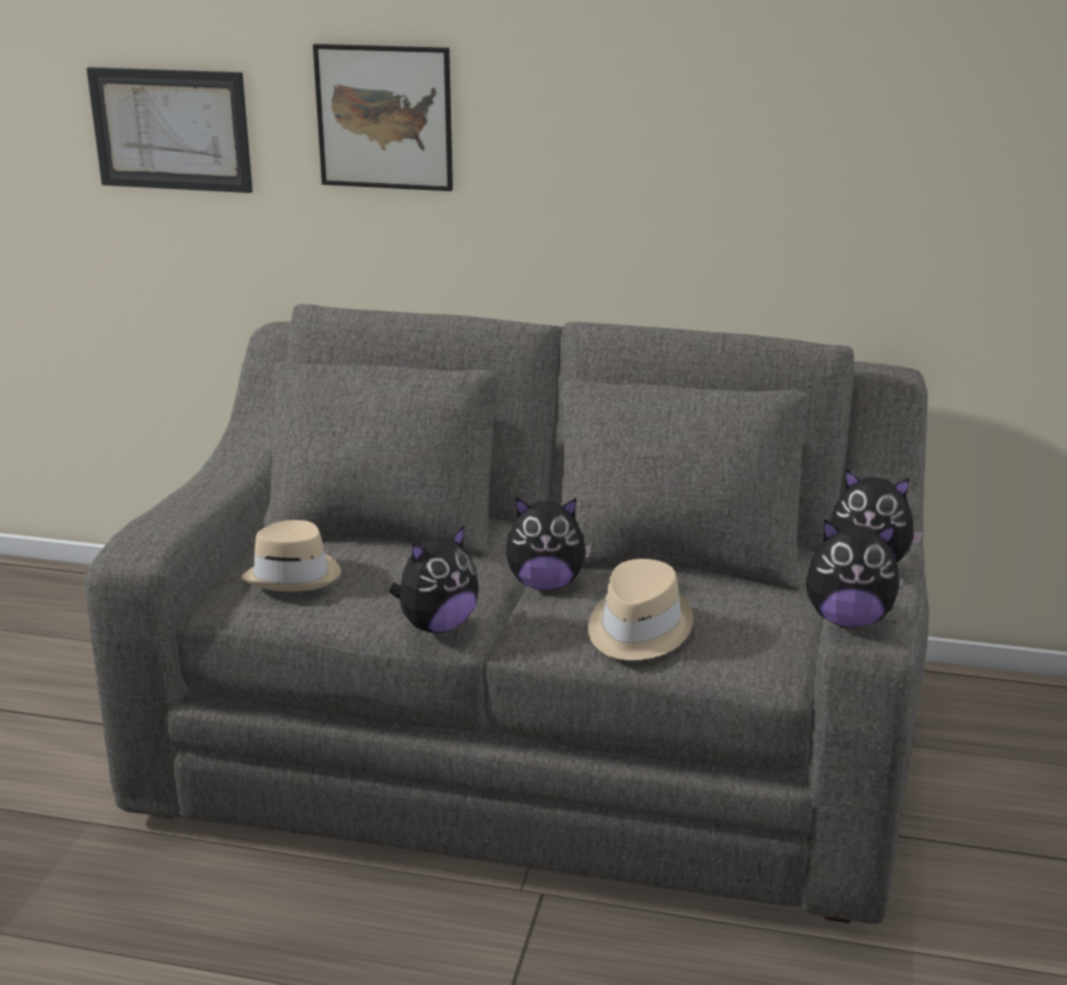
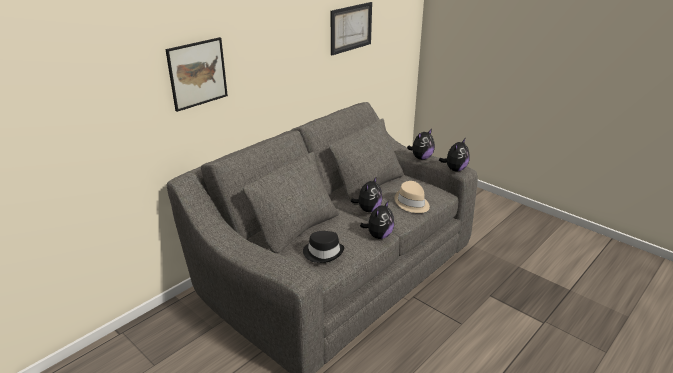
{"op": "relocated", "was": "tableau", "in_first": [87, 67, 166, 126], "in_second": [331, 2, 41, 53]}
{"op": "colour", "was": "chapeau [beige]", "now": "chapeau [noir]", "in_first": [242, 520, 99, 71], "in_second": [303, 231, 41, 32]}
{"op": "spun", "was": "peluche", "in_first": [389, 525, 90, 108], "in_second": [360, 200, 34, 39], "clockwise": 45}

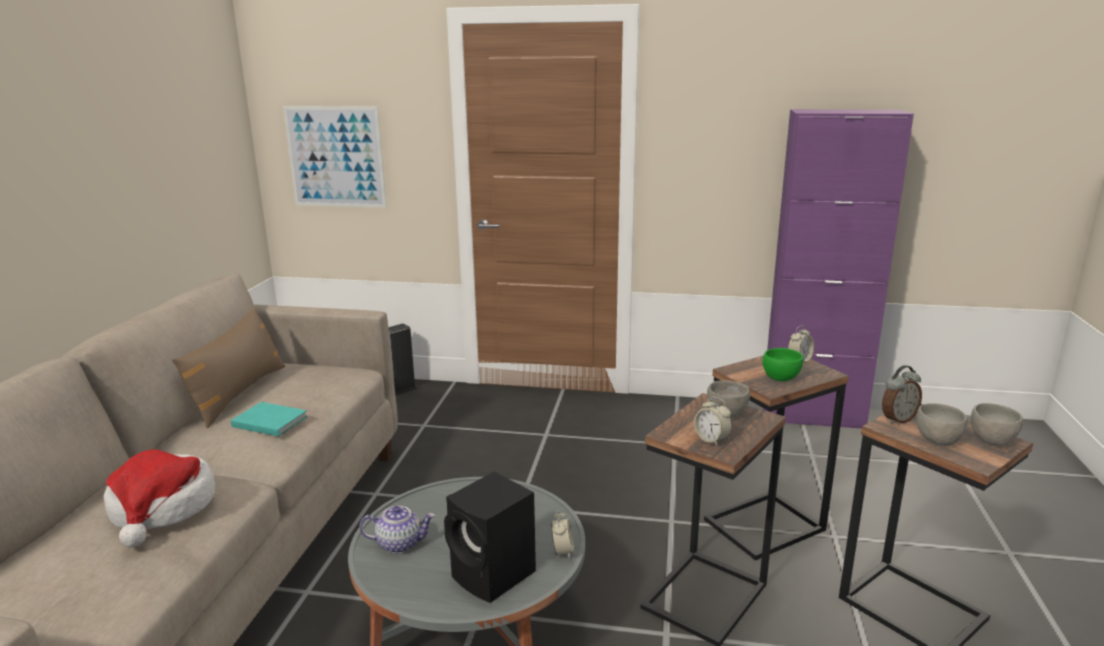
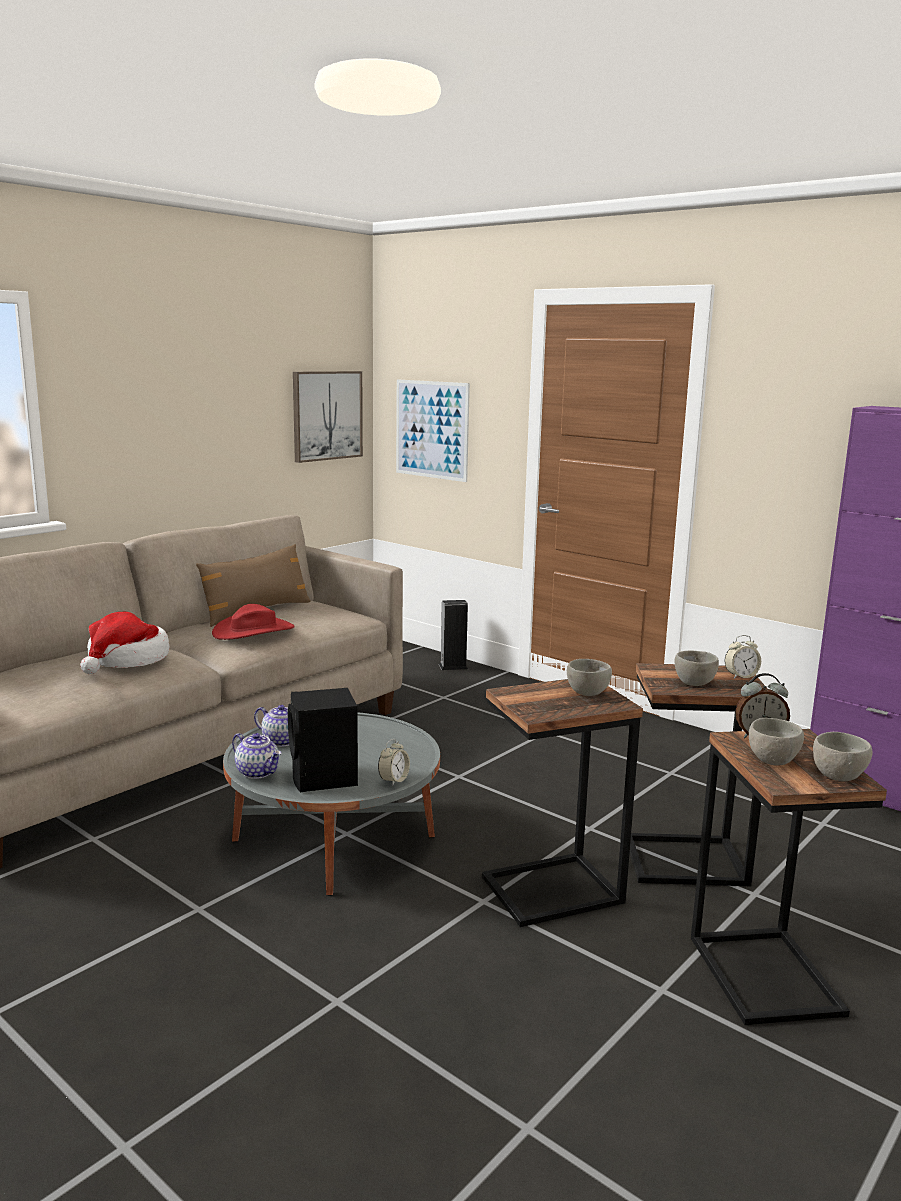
{"op": "missing", "was": "réveil", "in_first": [694, 397, 38, 49]}
{"op": "appeared", "now": "théière", "in_second": [232, 733, 50, 46]}
{"op": "appeared", "now": "tableau", "in_second": [293, 371, 70, 92]}
{"op": "exchanged", "was": "livre [turquoise]", "now": "chapeau [rouge]", "in_first": [231, 402, 77, 35], "in_second": [212, 604, 83, 36]}
{"op": "colour", "was": "bol [vert]", "now": "bol [gris]", "in_first": [762, 348, 41, 33], "in_second": [674, 651, 45, 35]}

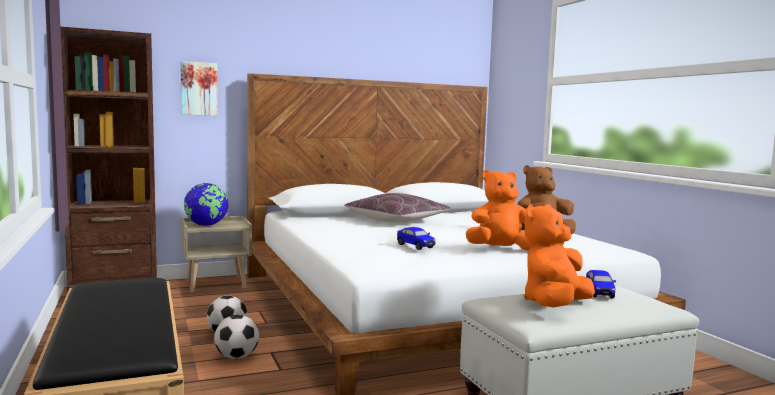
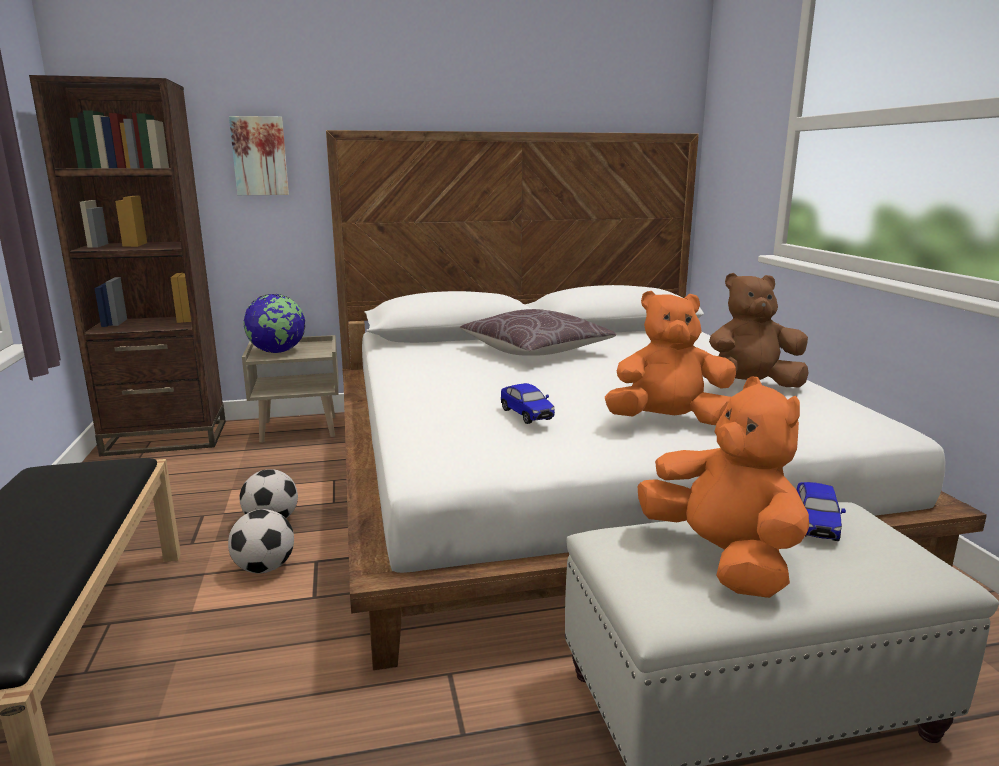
{"op": "spun", "was": "peluche [orange]", "in_first": [524, 204, 71, 103], "in_second": [637, 376, 172, 222], "clockwise": 105}

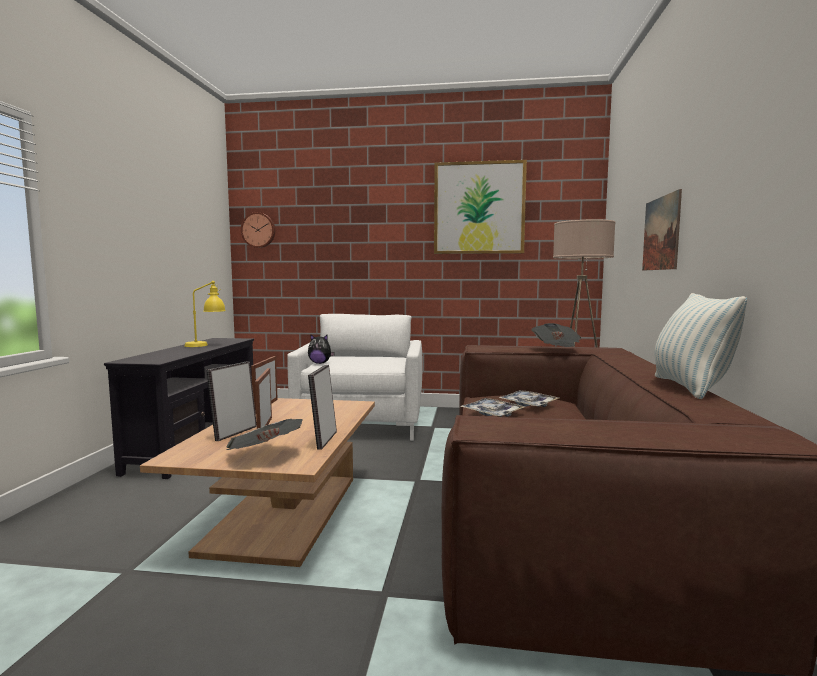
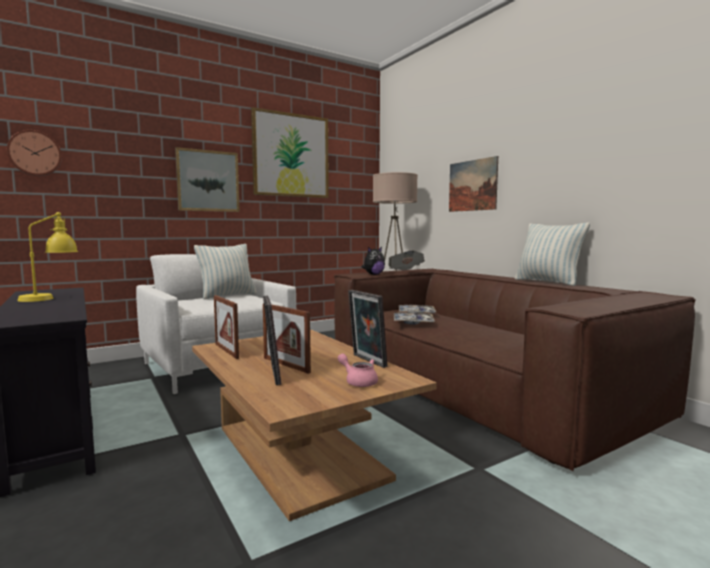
{"op": "appeared", "now": "tableau", "in_second": [175, 147, 65, 65]}
{"op": "appeared", "now": "coussin", "in_second": [194, 244, 63, 55]}
{"op": "relocated", "was": "peluche", "in_first": [308, 334, 27, 30], "in_second": [362, 247, 23, 28]}
{"op": "exchanged", "was": "journal", "now": "théière [rose]", "in_first": [226, 419, 77, 31], "in_second": [338, 354, 40, 33]}

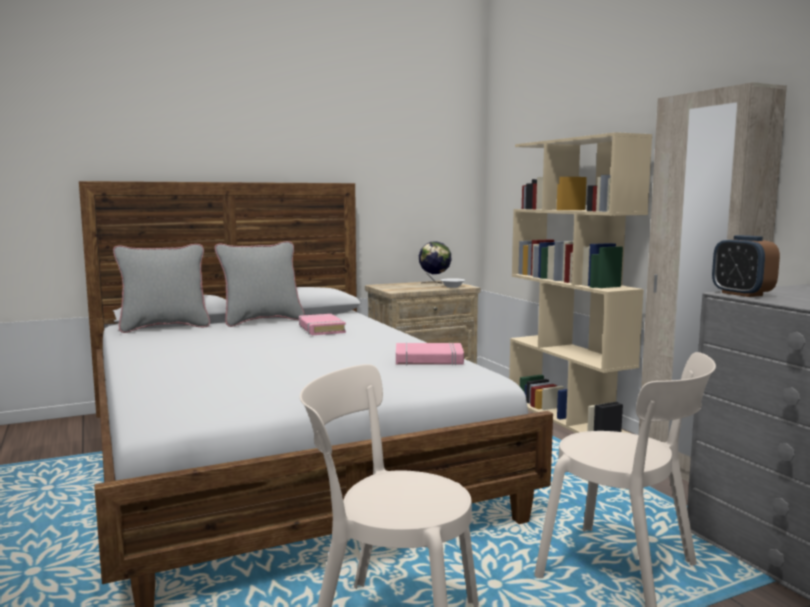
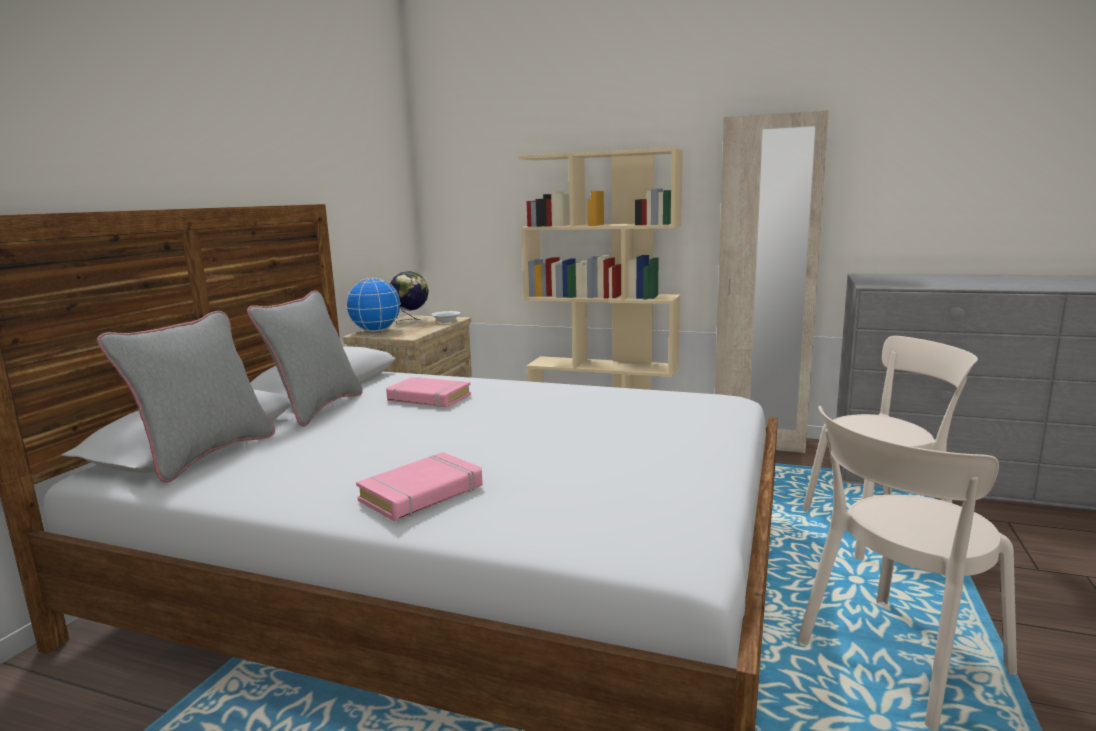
{"op": "missing", "was": "réveil", "in_first": [712, 235, 68, 62]}
{"op": "appeared", "now": "globe", "in_second": [346, 278, 55, 54]}
{"op": "relocated", "was": "livre [rose]", "in_first": [396, 343, 68, 23], "in_second": [356, 452, 127, 69]}

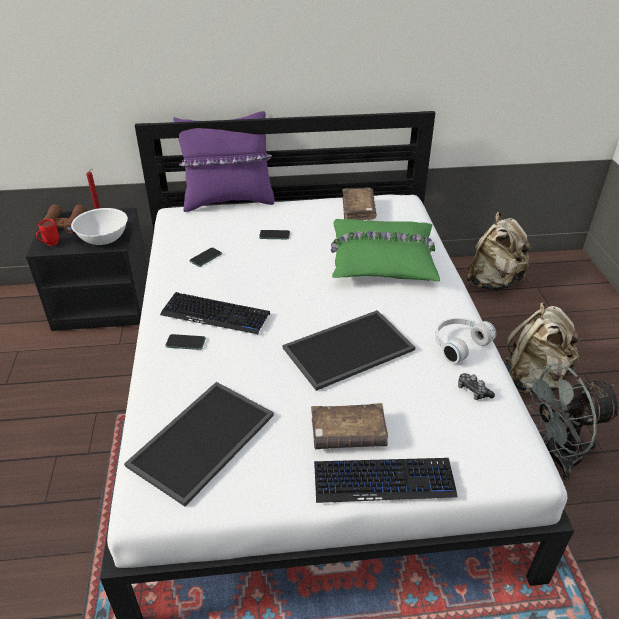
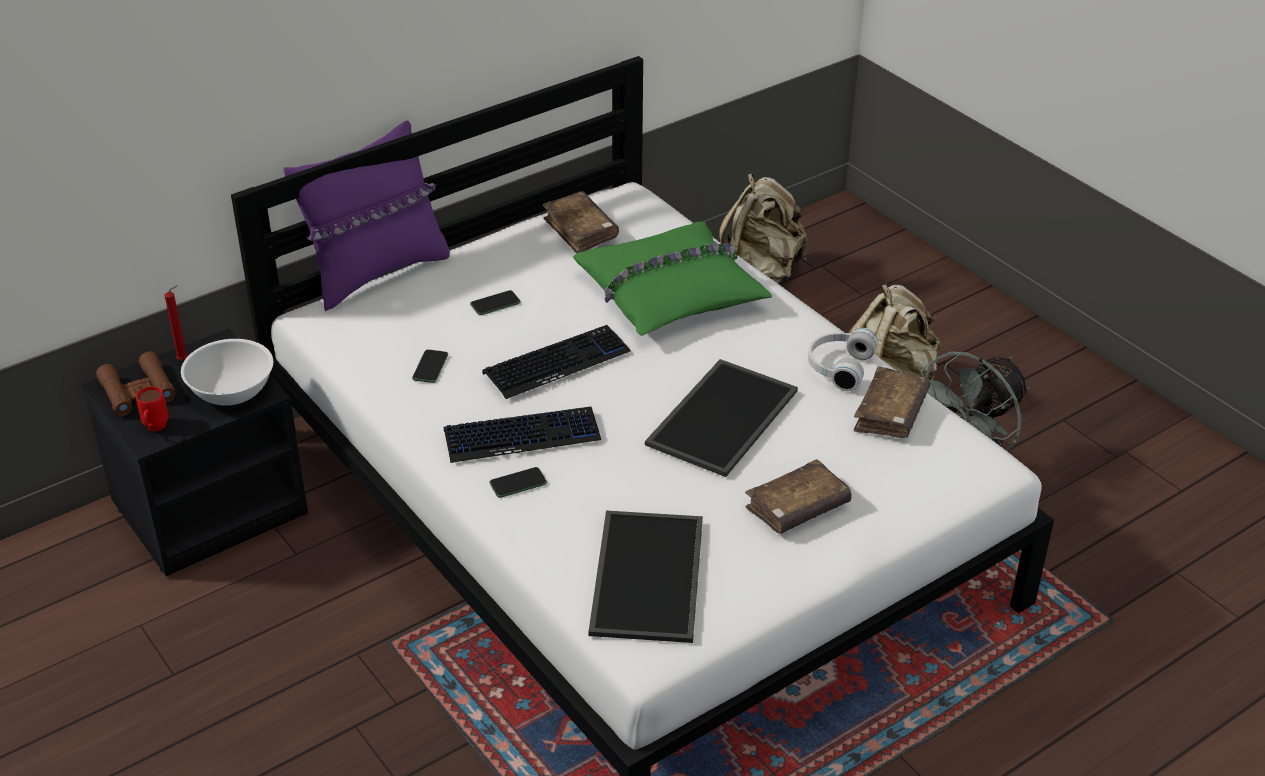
{"op": "relocated", "was": "clavier", "in_first": [314, 458, 144, 45], "in_second": [482, 325, 148, 74]}
{"op": "exchanged", "was": "manette", "now": "livre [marron]", "in_first": [458, 373, 37, 27], "in_second": [854, 366, 77, 72]}

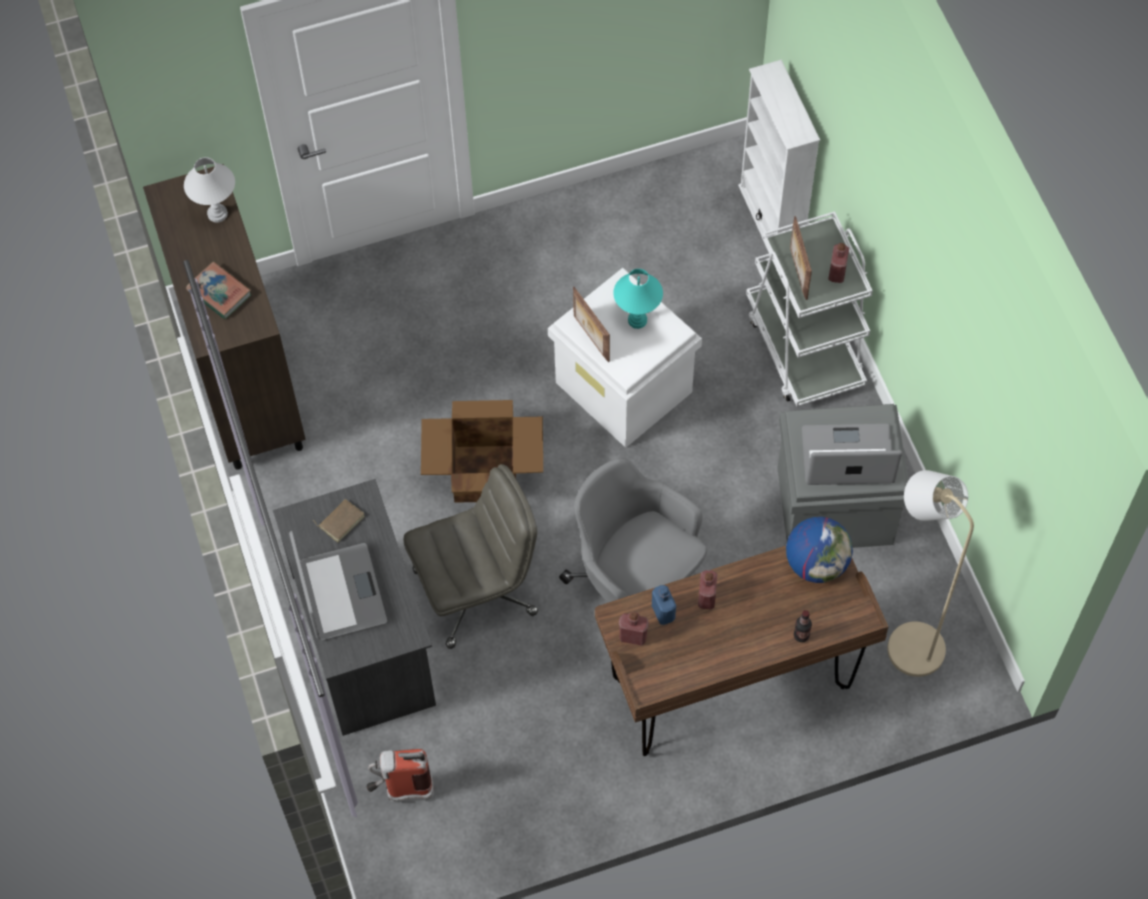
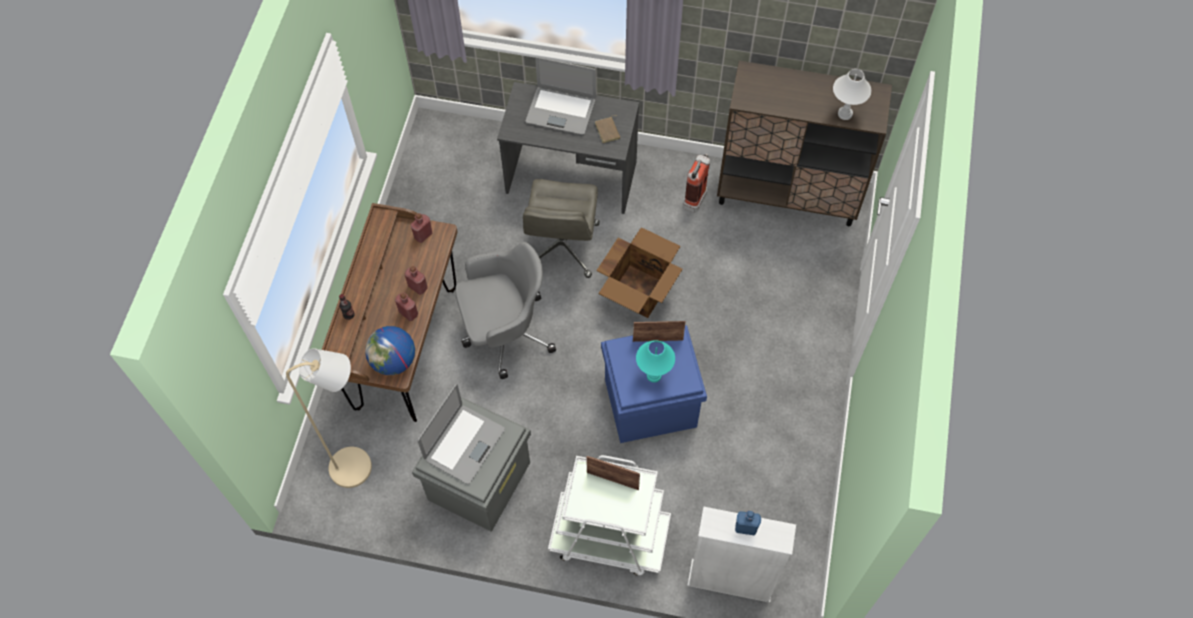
{"op": "missing", "was": "livre", "in_first": [186, 261, 65, 58]}
{"op": "relocated", "was": "extincteur", "in_first": [366, 749, 68, 54], "in_second": [683, 154, 27, 59]}
{"op": "relocated", "was": "bouteille [bleu]", "in_first": [652, 585, 24, 40], "in_second": [735, 511, 26, 24]}
{"op": "relocated", "was": "bouteille [rouge]", "in_first": [828, 243, 21, 40], "in_second": [395, 293, 23, 28]}
{"op": "colour", "was": "boîte de rangement [blanc]", "now": "boîte de rangement [bleu]", "in_first": [548, 268, 154, 180], "in_second": [601, 325, 106, 118]}

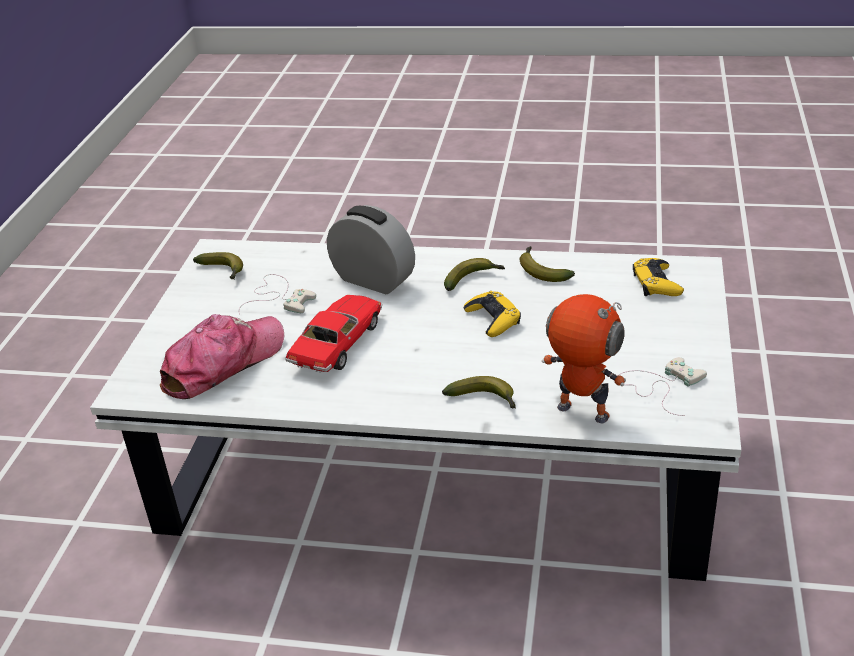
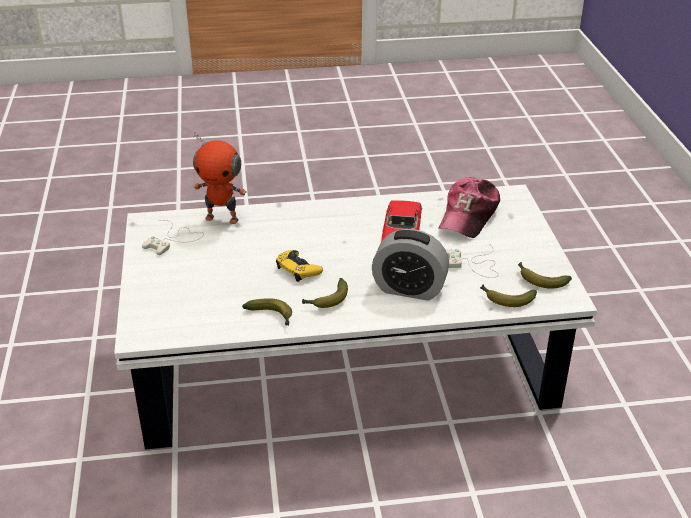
{"op": "missing", "was": "manette [jaune]", "in_first": [633, 258, 51, 38]}
{"op": "relocated", "was": "banane", "in_first": [442, 376, 74, 33], "in_second": [481, 285, 56, 22]}

